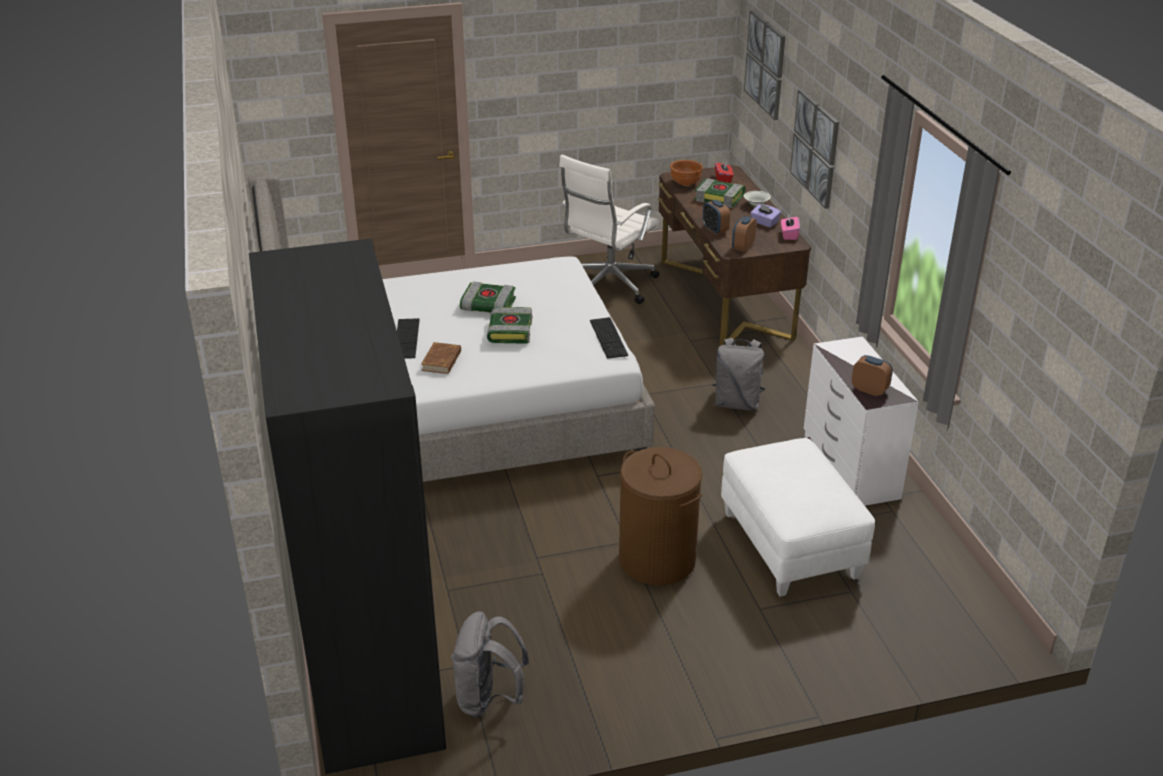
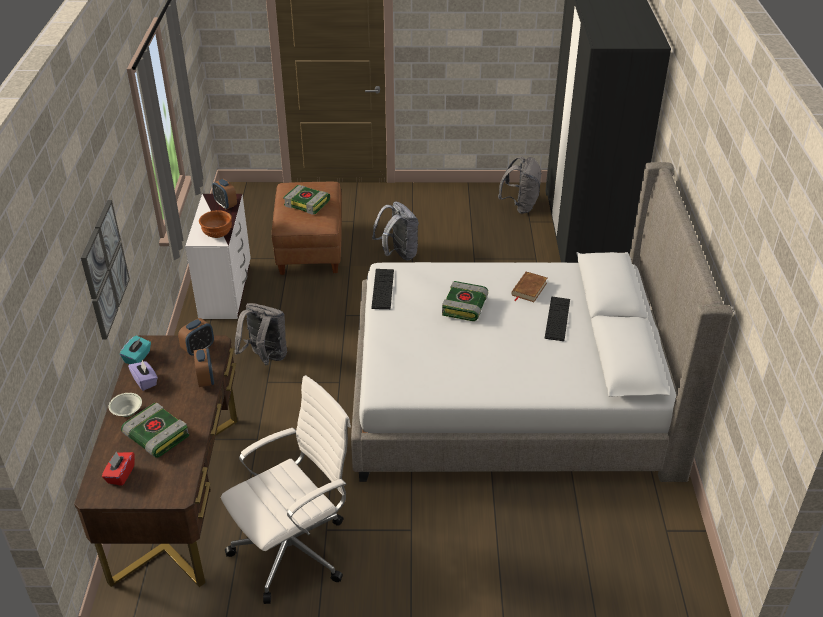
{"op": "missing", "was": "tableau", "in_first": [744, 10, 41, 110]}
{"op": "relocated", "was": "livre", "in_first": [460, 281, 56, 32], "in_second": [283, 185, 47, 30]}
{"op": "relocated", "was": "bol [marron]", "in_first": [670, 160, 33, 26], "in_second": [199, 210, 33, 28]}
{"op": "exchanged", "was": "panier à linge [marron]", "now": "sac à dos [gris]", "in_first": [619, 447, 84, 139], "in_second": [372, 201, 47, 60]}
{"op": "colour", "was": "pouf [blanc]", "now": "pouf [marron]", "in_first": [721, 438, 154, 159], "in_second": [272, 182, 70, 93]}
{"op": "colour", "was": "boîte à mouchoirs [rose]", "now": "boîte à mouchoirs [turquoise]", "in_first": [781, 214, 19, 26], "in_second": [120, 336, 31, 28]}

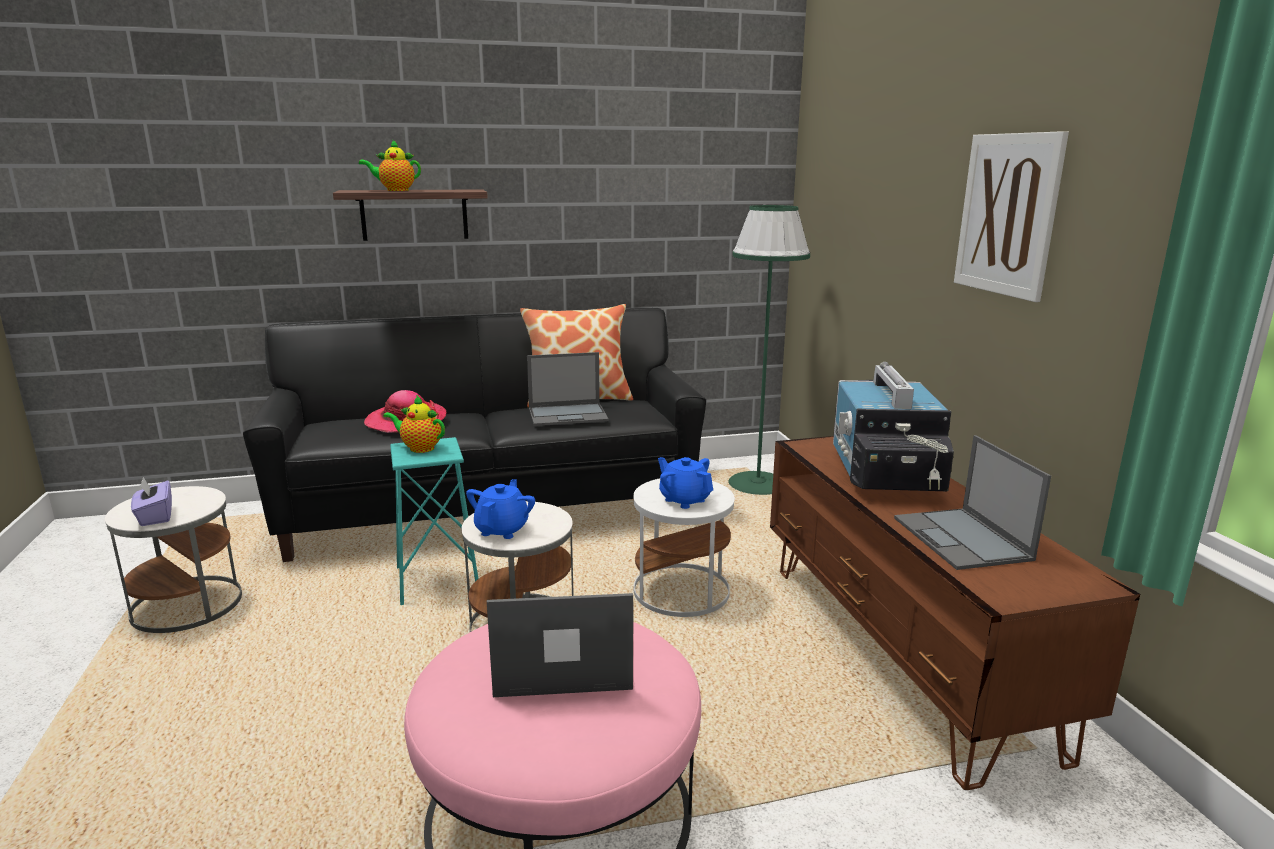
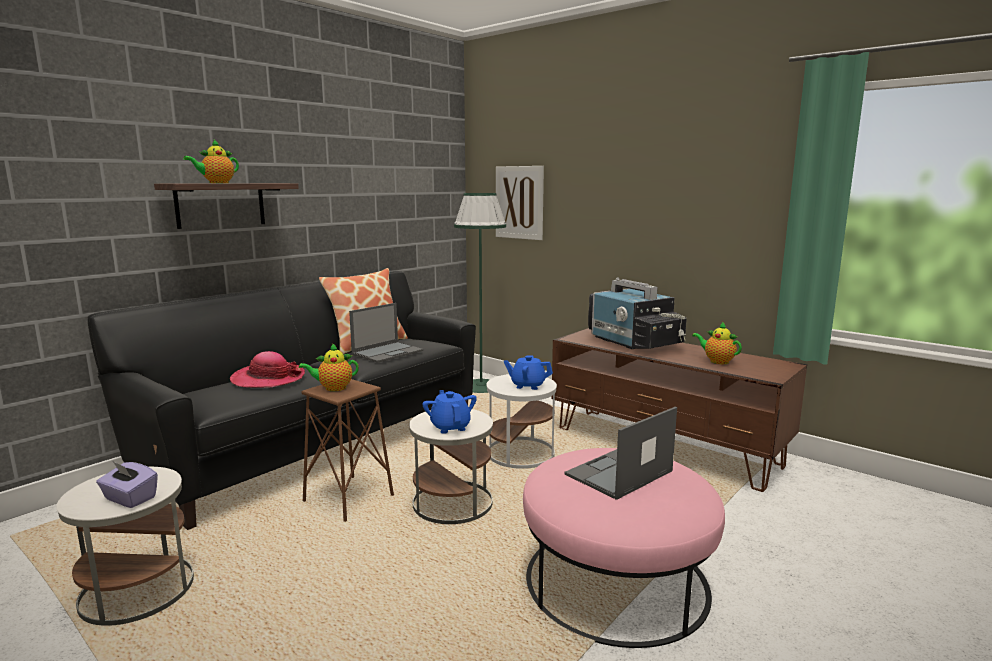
{"op": "relocated", "was": "tableau", "in_first": [954, 131, 115, 171], "in_second": [496, 166, 48, 74]}
{"op": "exchanged", "was": "ordinateur portable", "now": "théière", "in_first": [894, 435, 157, 135], "in_second": [692, 322, 50, 42]}
{"op": "colour", "was": "tabouret [turquoise]", "now": "tabouret [marron]", "in_first": [390, 437, 88, 168], "in_second": [302, 379, 92, 143]}

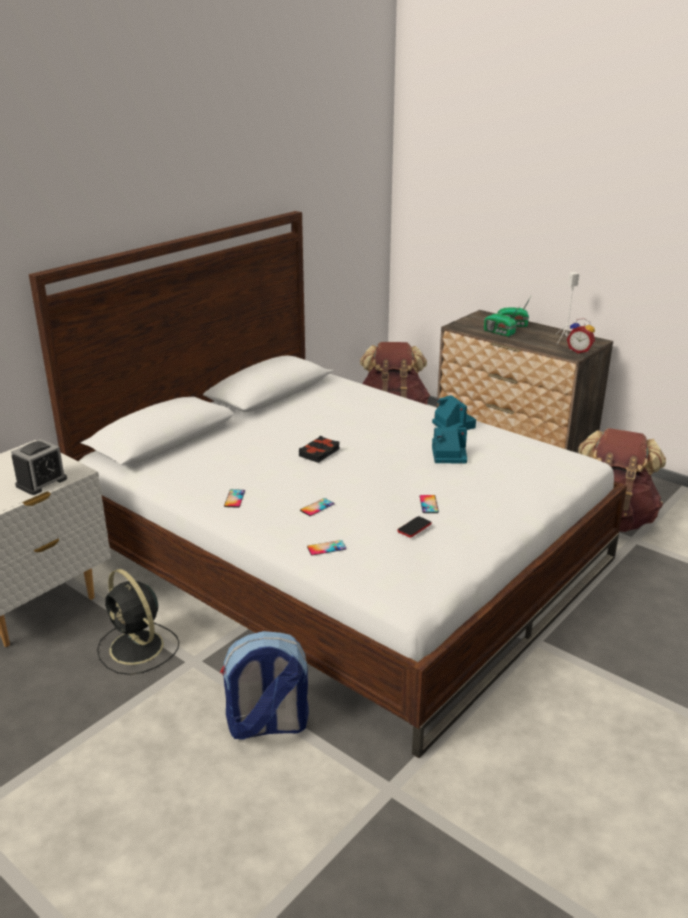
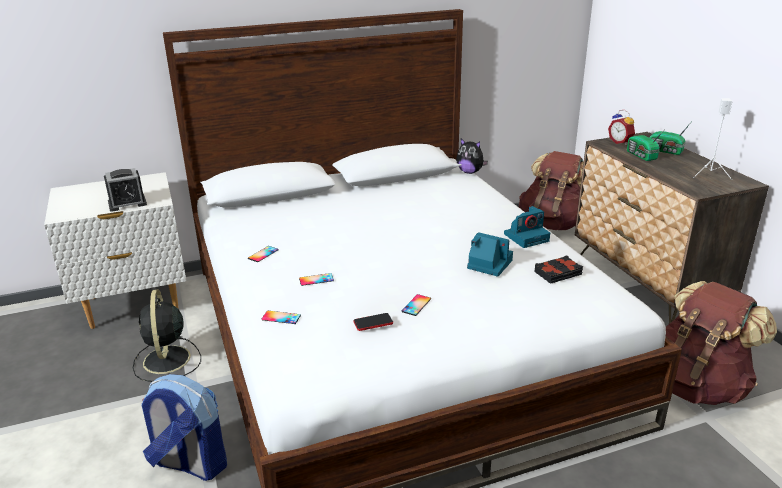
{"op": "appeared", "now": "peluche", "in_second": [456, 139, 32, 35]}
{"op": "relocated", "was": "livre [noir]", "in_first": [299, 436, 41, 27], "in_second": [535, 255, 48, 29]}
{"op": "relocated", "was": "réveil", "in_first": [567, 318, 28, 35], "in_second": [608, 110, 27, 35]}
{"op": "spun", "was": "appareil photo", "in_first": [432, 395, 44, 35], "in_second": [504, 206, 46, 42], "clockwise": 60}

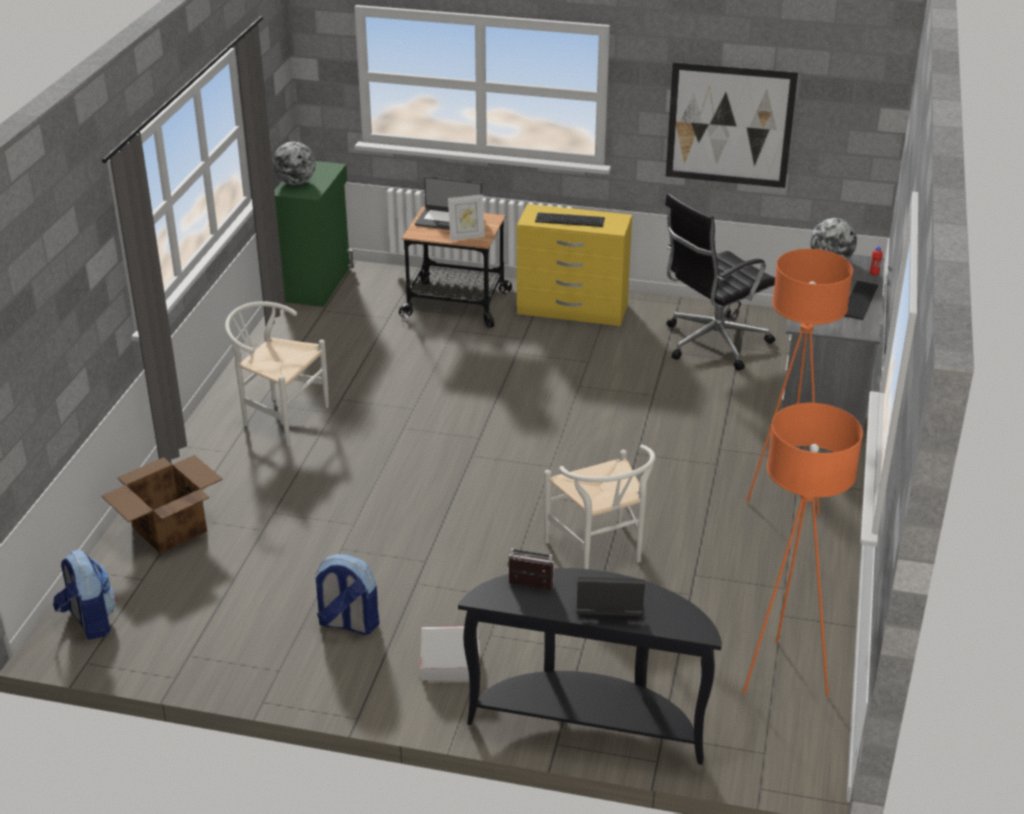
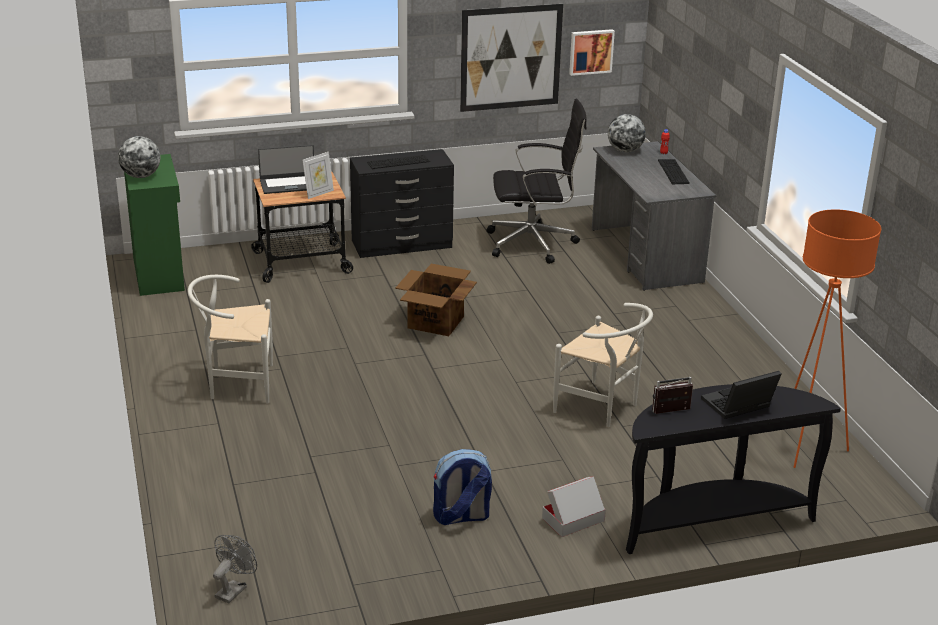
{"op": "missing", "was": "lampadaire [orange]", "in_first": [746, 249, 107, 266]}
{"op": "appeared", "now": "tableau", "in_second": [569, 29, 46, 47]}
{"op": "relocated", "was": "carton", "in_first": [102, 455, 121, 99], "in_second": [395, 264, 82, 72]}
{"op": "exchanged", "was": "sac à dos", "now": "ventilateur [gris]", "in_first": [53, 550, 64, 90], "in_second": [213, 535, 44, 69]}
{"op": "colour", "was": "commode [jaune]", "now": "commode [noir]", "in_first": [517, 204, 115, 122], "in_second": [350, 149, 104, 109]}
{"op": "spun", "was": "chaise de bureau [noir]", "in_first": [665, 193, 110, 177], "in_second": [487, 99, 100, 165], "clockwise": -120}

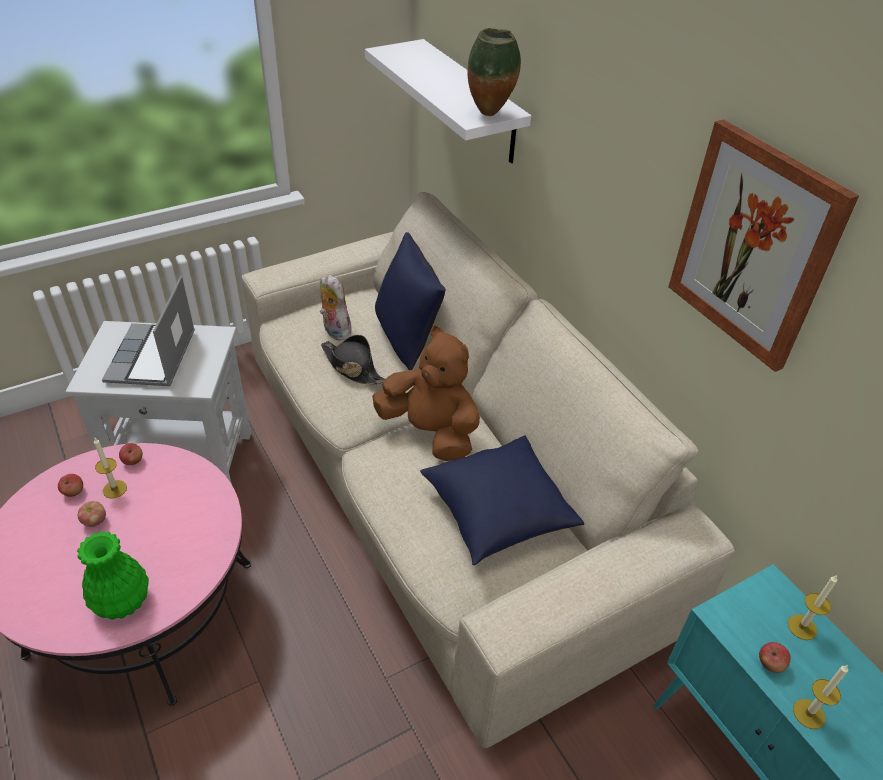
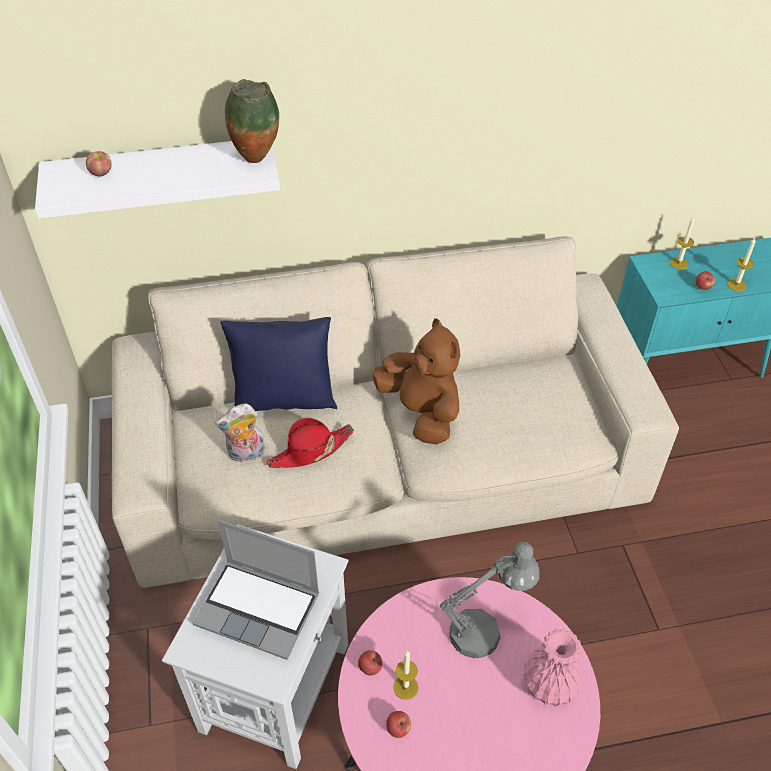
{"op": "missing", "was": "coussin [bleu]", "in_first": [420, 435, 164, 130]}
{"op": "missing", "was": "tableau", "in_first": [668, 119, 191, 253]}
{"op": "appeared", "now": "lampe de table [gris]", "in_second": [440, 542, 100, 116]}
{"op": "relocated", "was": "pomme", "in_first": [78, 501, 28, 26], "in_second": [86, 151, 26, 25]}
{"op": "colour", "was": "vase [vert]", "now": "vase [rose]", "in_first": [77, 531, 72, 89], "in_second": [523, 628, 60, 78]}
{"op": "colour", "was": "chapeau [noir]", "now": "chapeau [rouge]", "in_first": [321, 335, 64, 49], "in_second": [266, 418, 88, 50]}
{"op": "spun", "was": "peluche [marron]", "in_first": [372, 326, 108, 135], "in_second": [372, 318, 88, 127], "clockwise": 90}

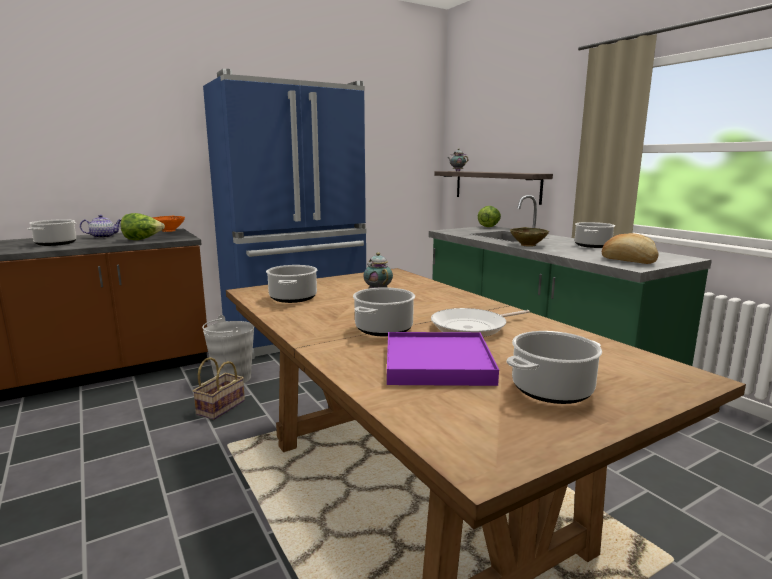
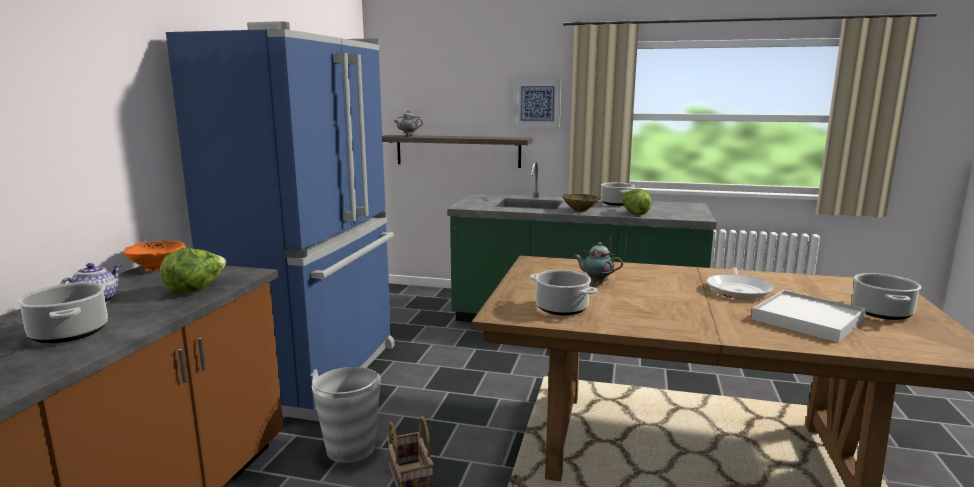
{"op": "missing", "was": "marmite", "in_first": [353, 287, 62, 50]}
{"op": "missing", "was": "pain", "in_first": [602, 233, 56, 31]}
{"op": "appeared", "now": "tableau", "in_second": [514, 79, 47, 48]}
{"op": "relocated", "was": "laitue", "in_first": [478, 206, 23, 21], "in_second": [622, 188, 30, 27]}
{"op": "colour", "was": "plateau [violet]", "now": "plateau [blanc]", "in_first": [387, 332, 112, 54], "in_second": [752, 290, 114, 53]}

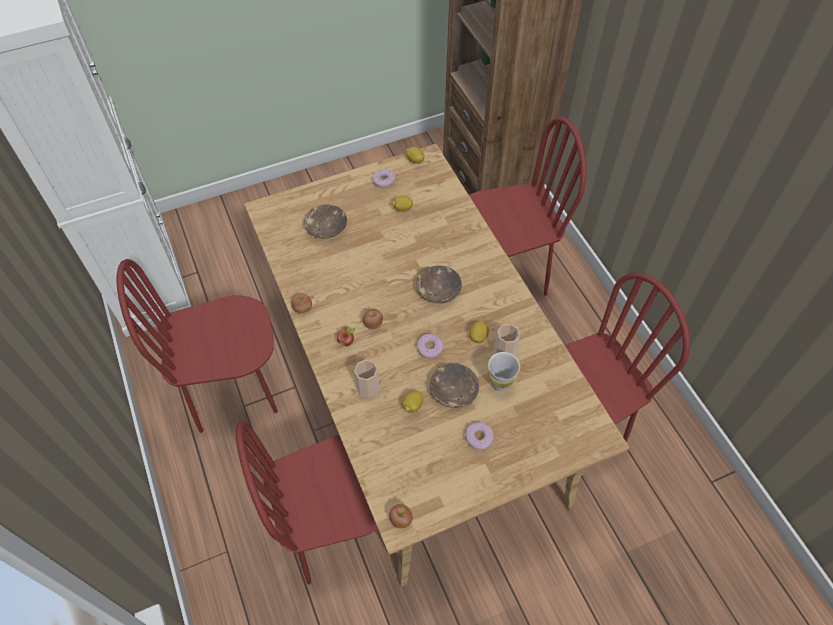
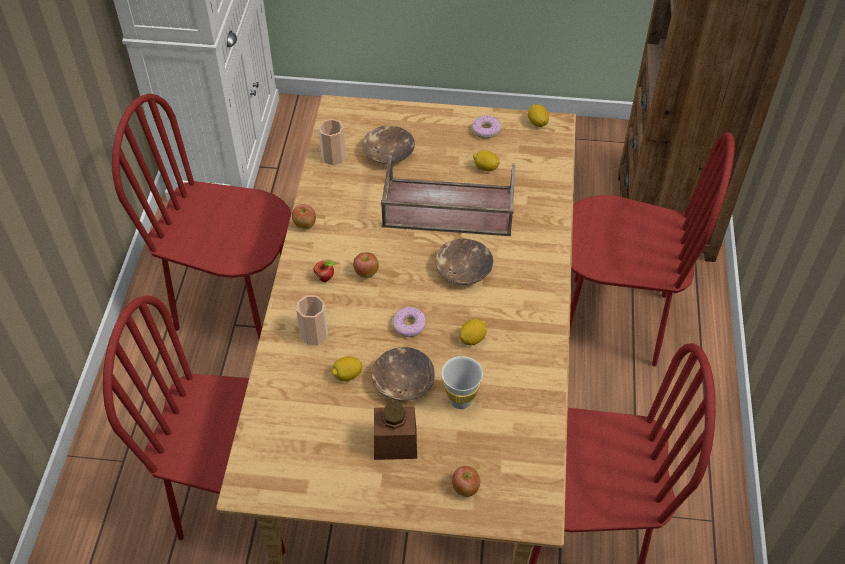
{"op": "appeared", "now": "plateau [marron]", "in_second": [381, 155, 134, 81]}
{"op": "relocated", "was": "pomme", "in_first": [389, 504, 24, 25], "in_second": [452, 466, 28, 31]}
{"op": "relocated", "was": "tasse", "in_first": [494, 324, 26, 32], "in_second": [318, 119, 28, 46]}
{"op": "exchanged", "was": "beignet", "now": "bocal [marron]", "in_first": [466, 422, 28, 28], "in_second": [374, 403, 43, 57]}

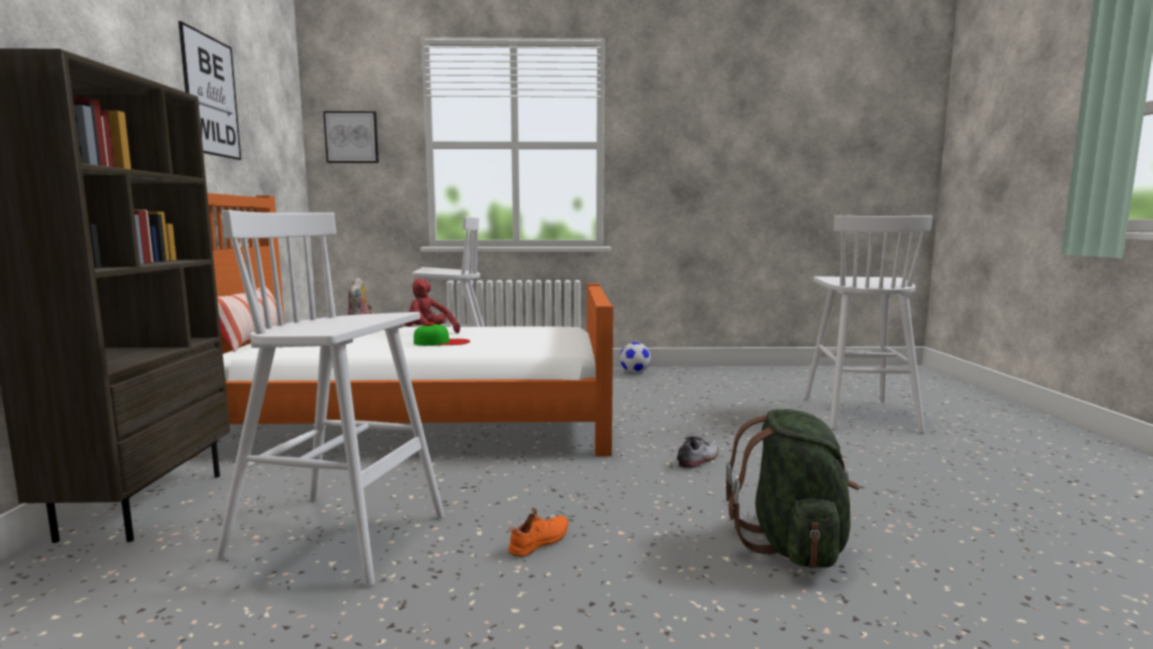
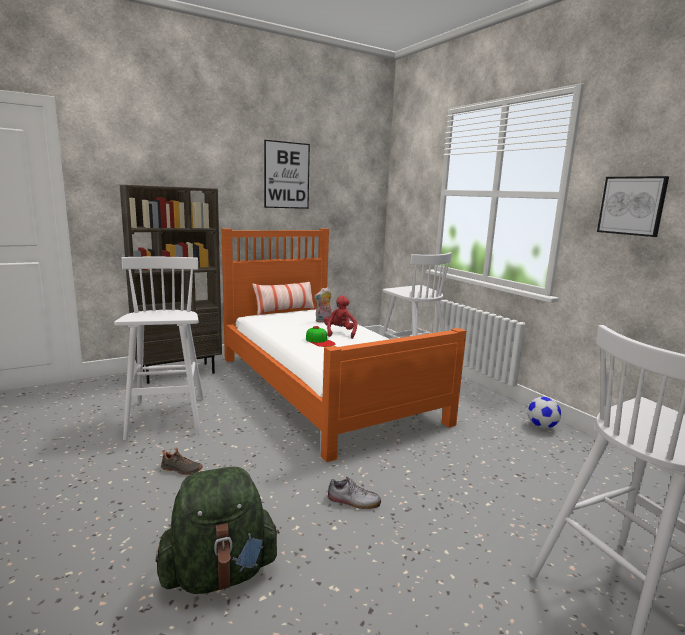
{"op": "relocated", "was": "tableau", "in_first": [323, 111, 56, 52], "in_second": [597, 176, 72, 61]}
{"op": "colour", "was": "chaussure [orange]", "now": "chaussure [noir]", "in_first": [508, 507, 60, 50], "in_second": [161, 448, 42, 27]}

